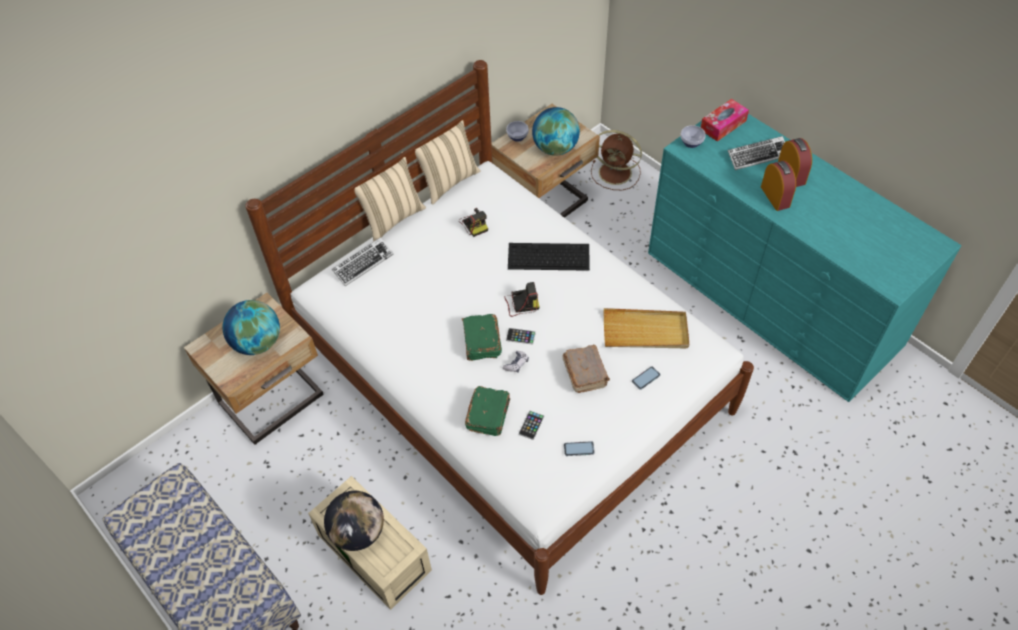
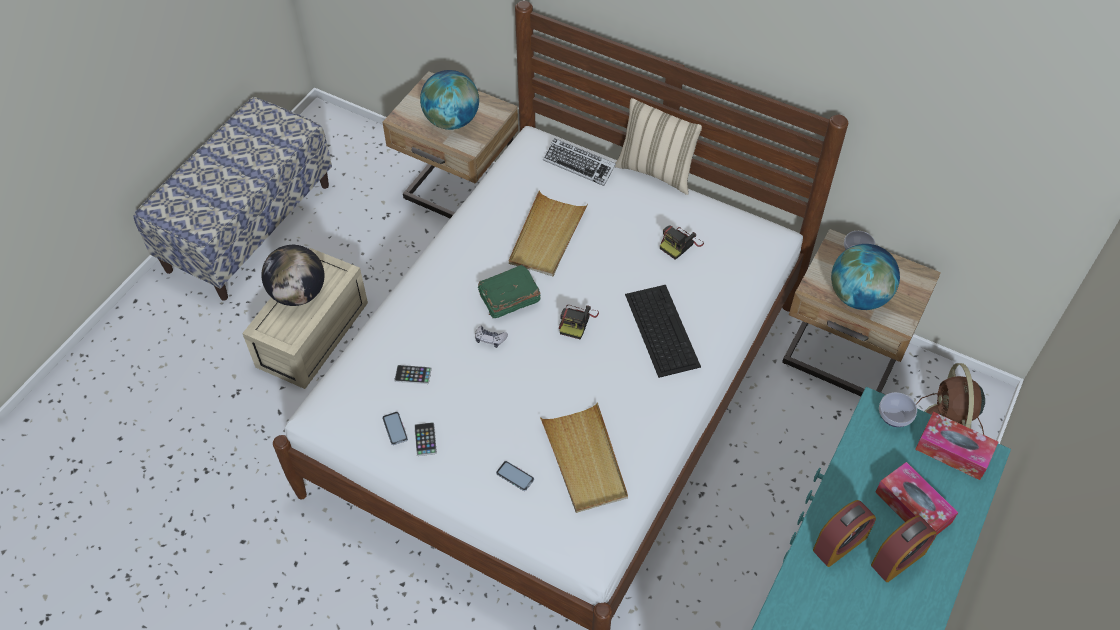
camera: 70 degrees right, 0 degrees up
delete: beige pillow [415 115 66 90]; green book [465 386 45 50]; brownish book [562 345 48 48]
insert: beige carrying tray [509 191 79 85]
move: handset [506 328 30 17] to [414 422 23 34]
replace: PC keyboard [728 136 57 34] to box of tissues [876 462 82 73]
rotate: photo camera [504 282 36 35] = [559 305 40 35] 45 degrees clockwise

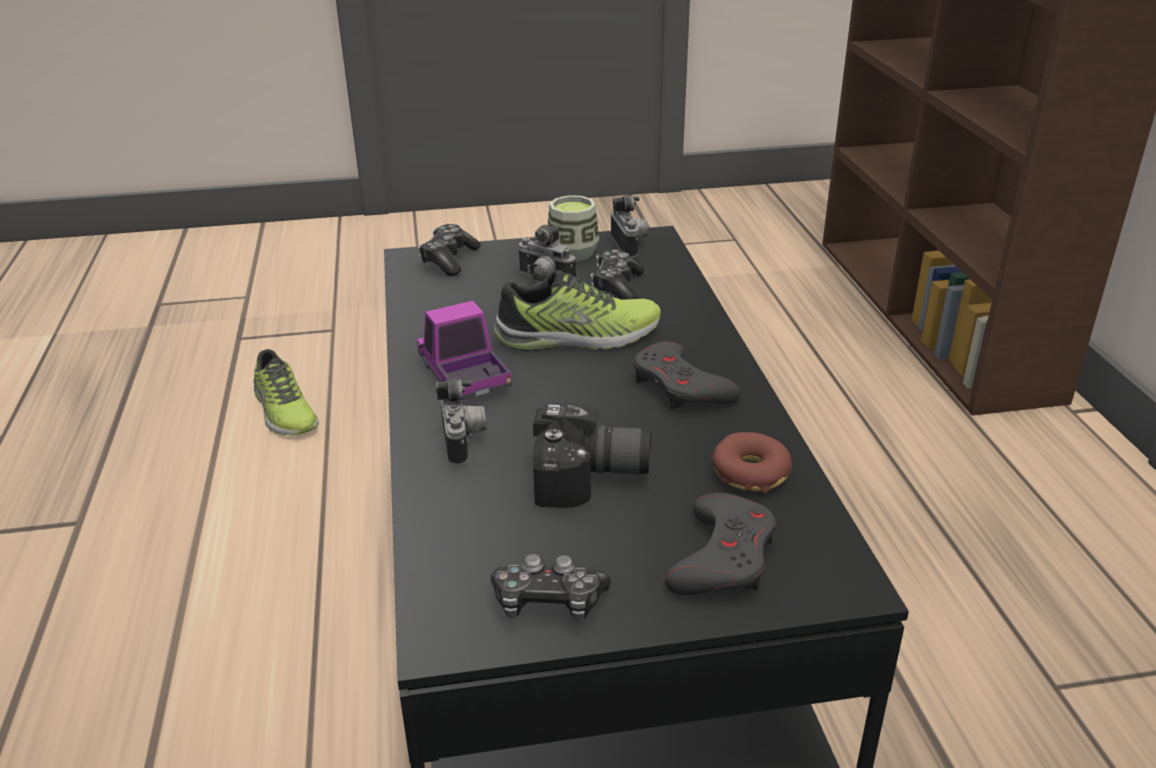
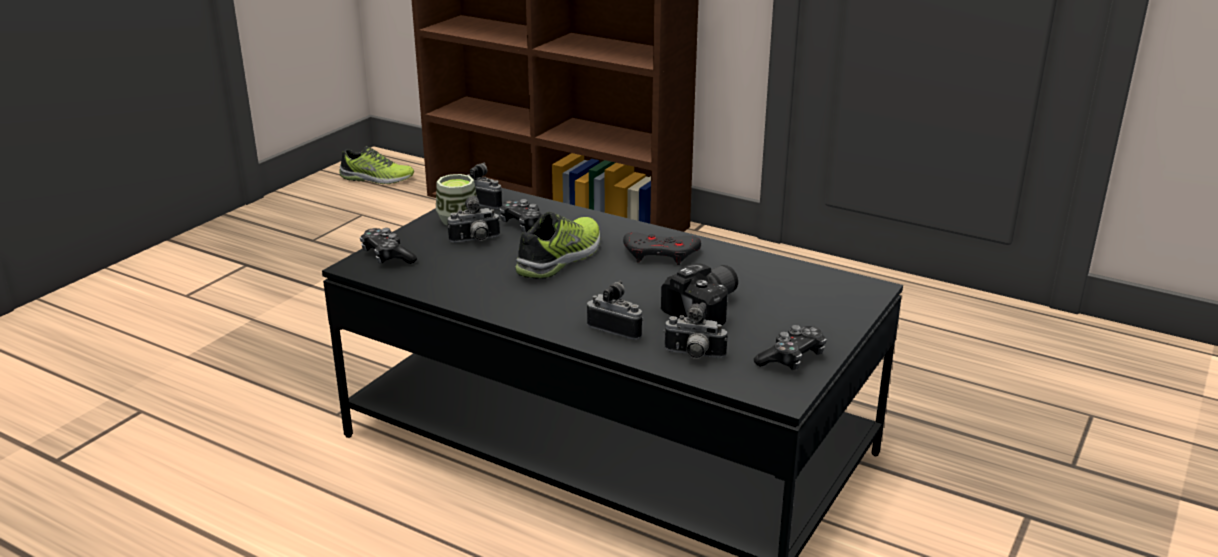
camera: 50 degrees left, 5 degrees down
delete: model truck [417 301 95 99]; greyish game controller [665 493 111 102]; ring doughnut [712 432 80 62]
insert: photo camera [663 303 64 56]
move: item of footwear [254 349 65 86] to [339 146 75 38]

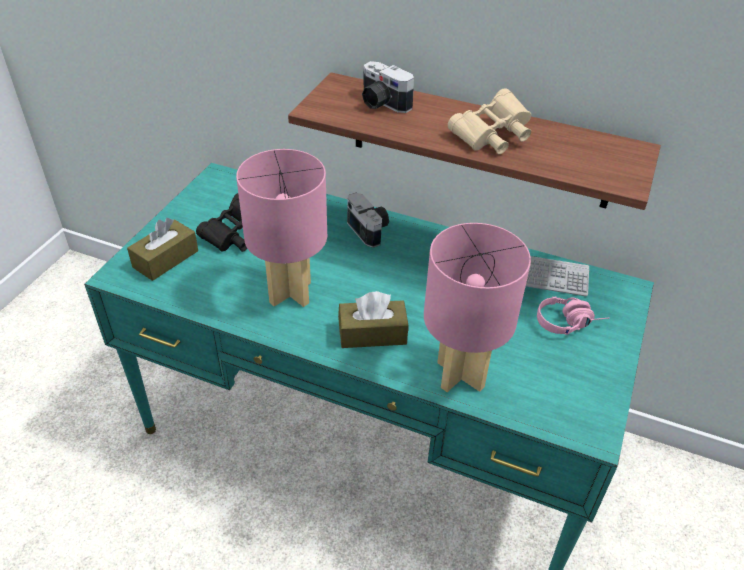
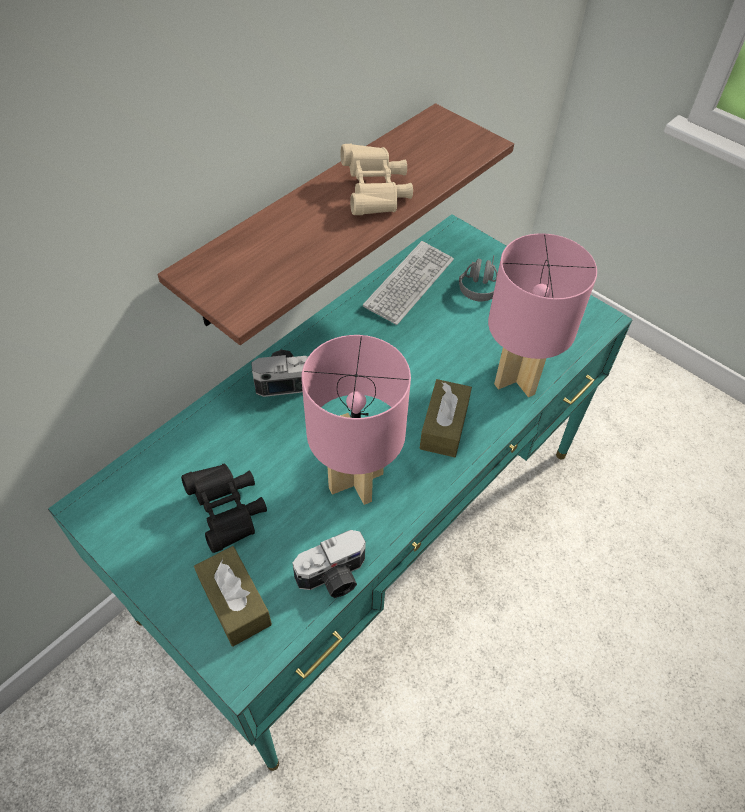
camera: 70 degrees left, 10 degrees up
move: photo camera [362 61 52 52] to [292 530 74 68]
recolor: pink-coloured pair of headphones [537 297 72 38] to greyish pair of headphones [459 255 39 46]

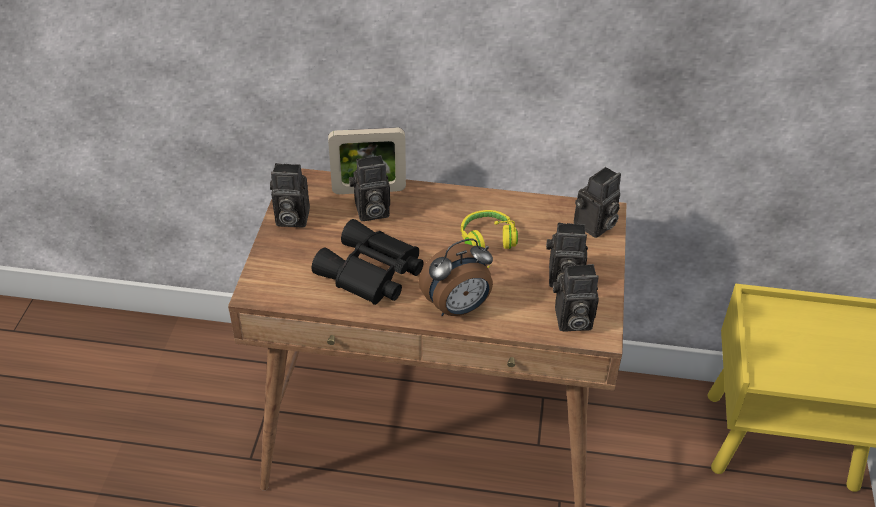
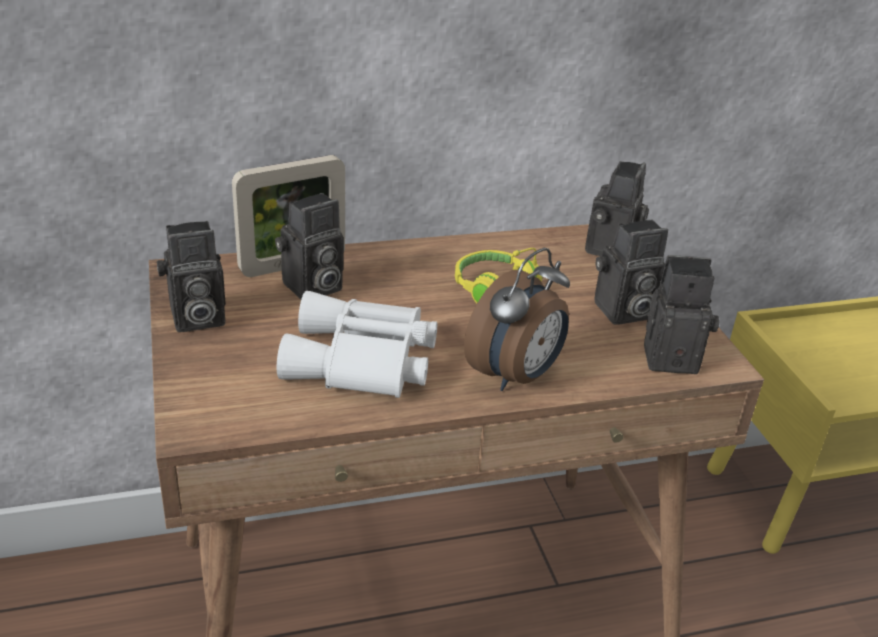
camera: 25 degrees left, 10 degrees down
recolor: black binoculars [312 219 112 86] to white-coloured binoculars [277 291 160 107]
rotate: photo camera [553 264 46 68] = [644 255 75 119] 150 degrees counterclockwise

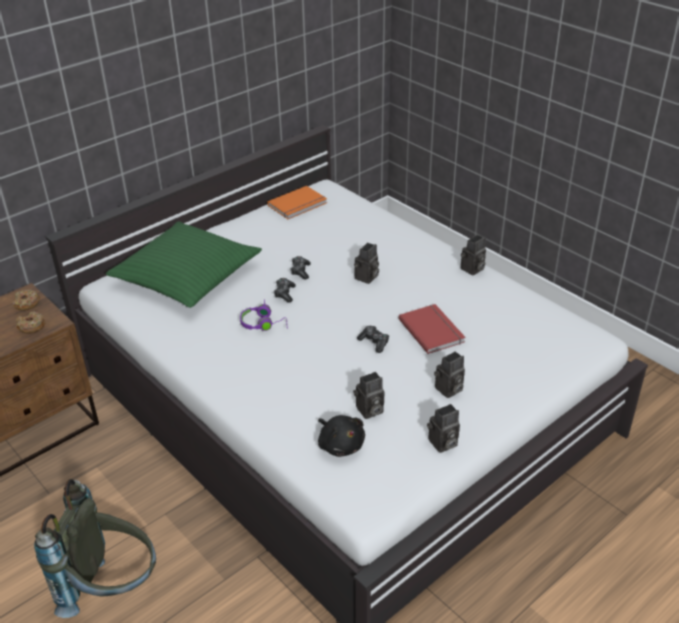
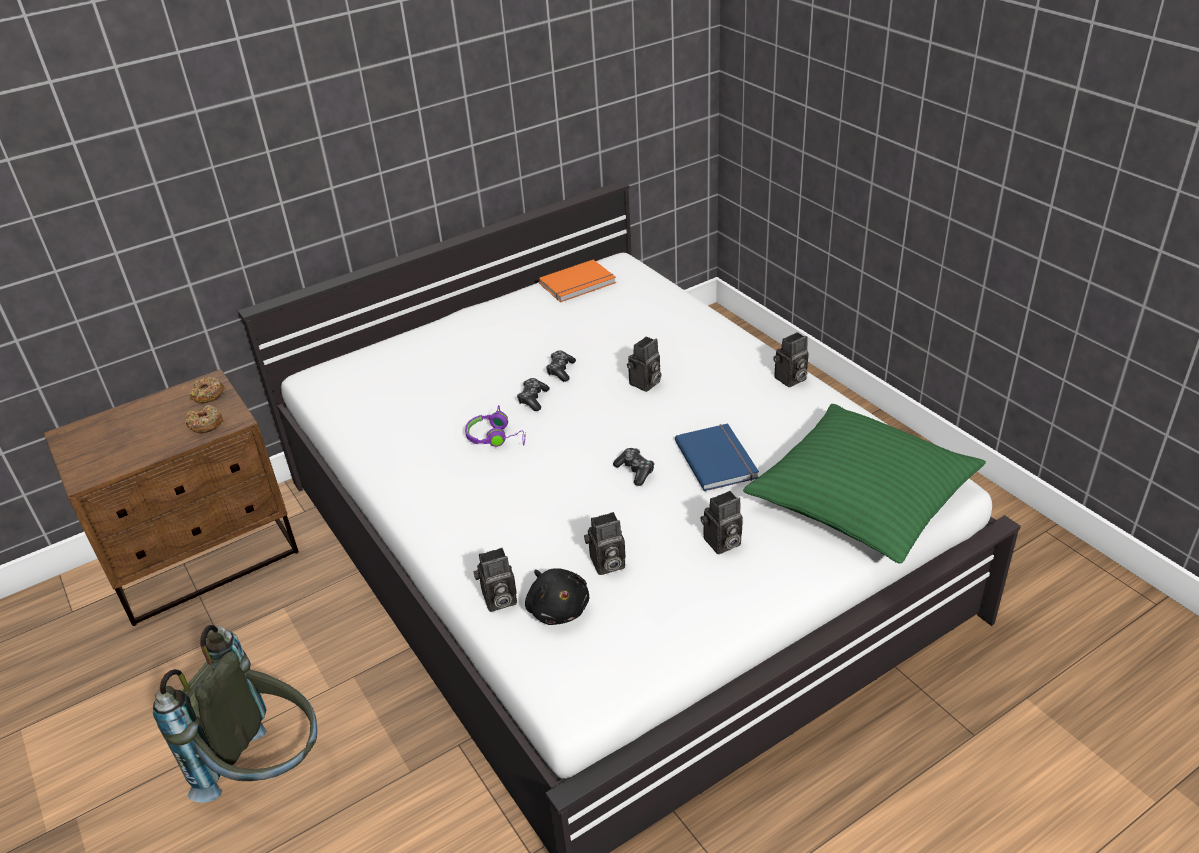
camera: 10 degrees right, 0 degrees up
move: green pillow [106 221 156 87] to [743 404 243 160]; photo camera [427 404 33 49] to [474 548 43 64]
recolor: red-coloured book [399 304 66 50] to blue book [675 423 84 68]

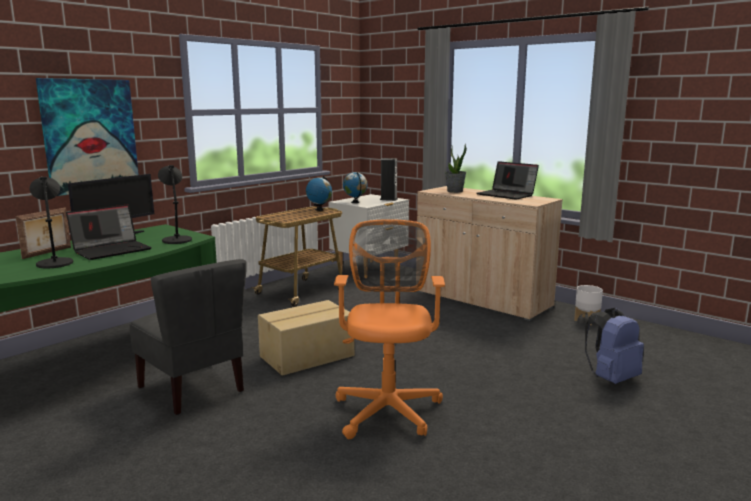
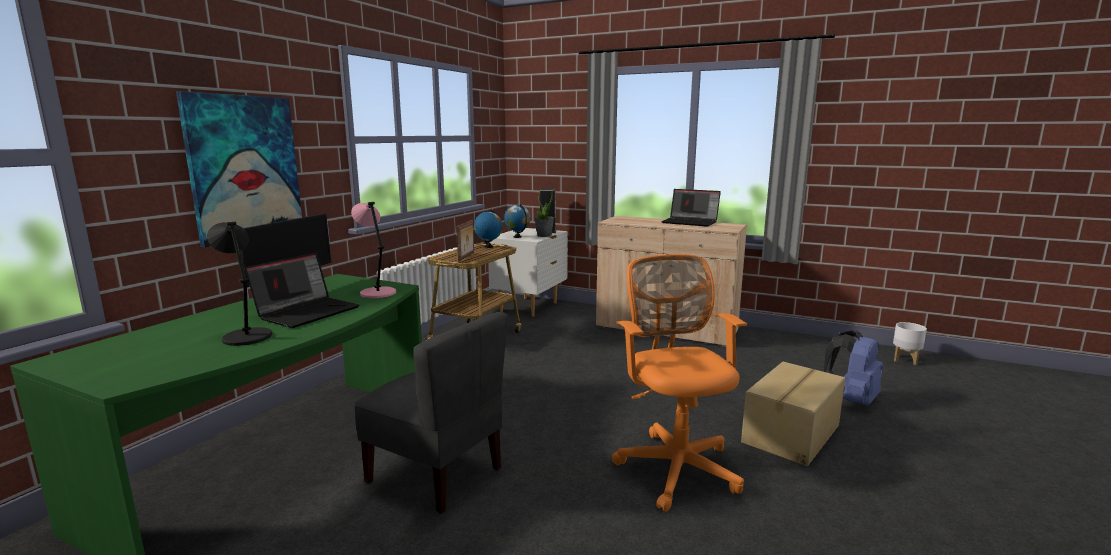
camera: 15 degrees left, 0 degrees up
move: photo frame [16 207 55 52] to [456 220 18 42]; packing box [258 300 97 76] to [741 362 104 104]; potted plant [445 144 22 49] to [534 191 20 46]; white-coloured flower pot [574 285 29 40] to [893 322 34 43]
recolor: black tabletop lamp [158 165 34 79] to pink-coloured tabletop lamp [351 202 45 96]

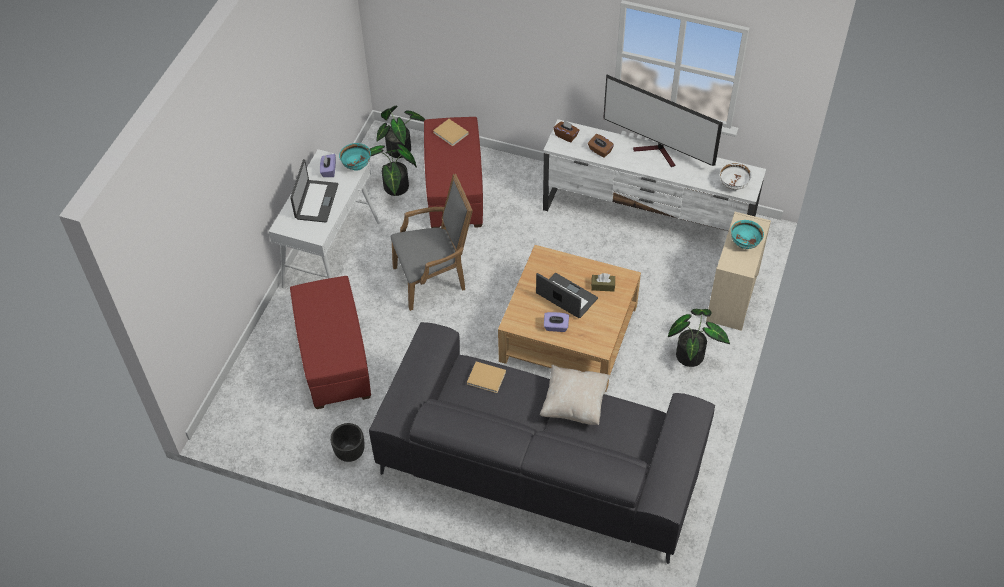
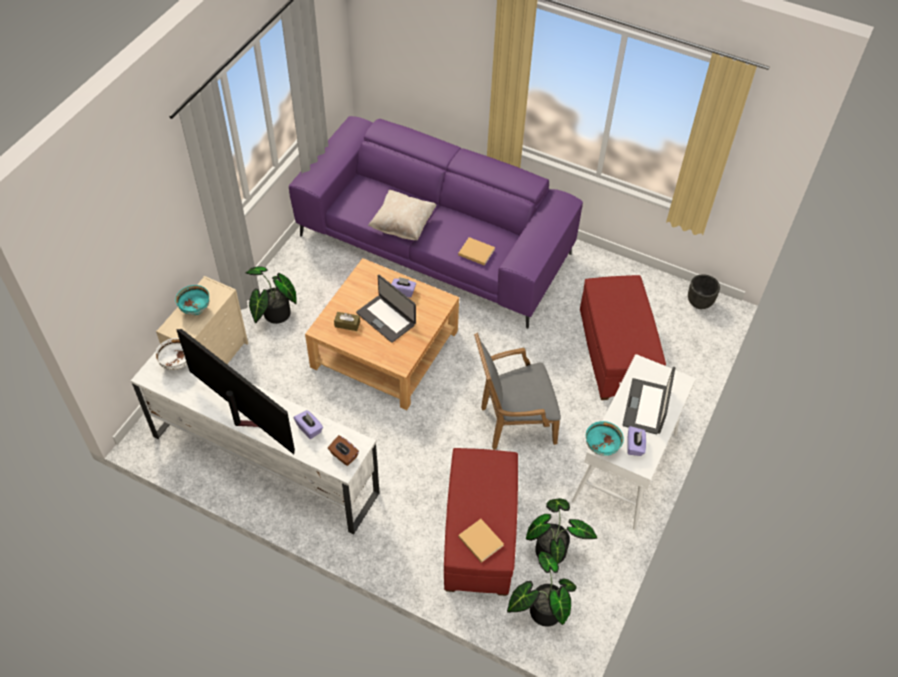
camera: 175 degrees left, 0 degrees up
move: black flower pot [330 423 35 39] to [688 274 32 35]
recolor: greyish sofa [369 322 346 242] to purple sofa [289 116 294 213]; brownish box of tissues [588 134 26 24] to purple box of tissues [294 410 29 29]

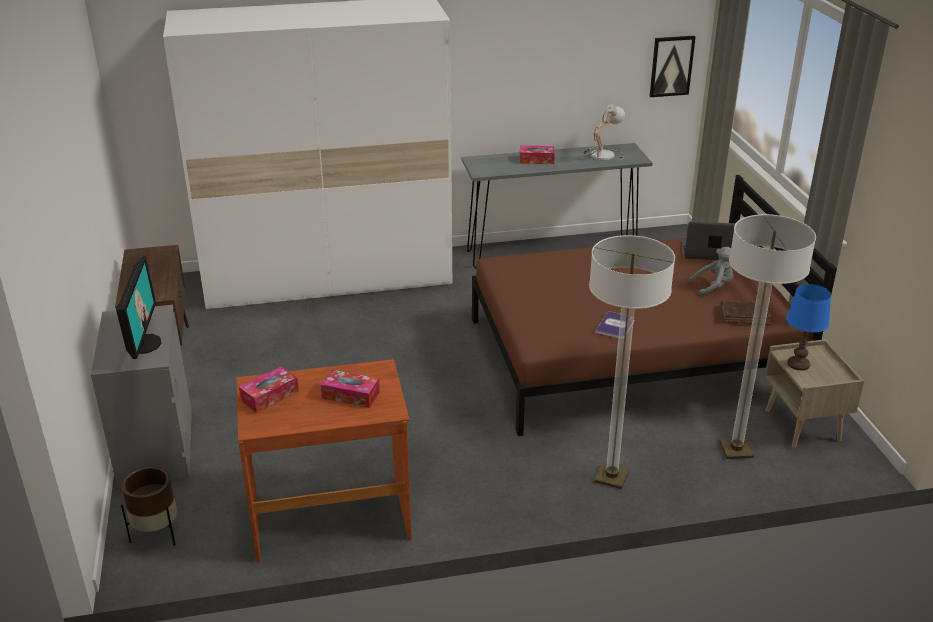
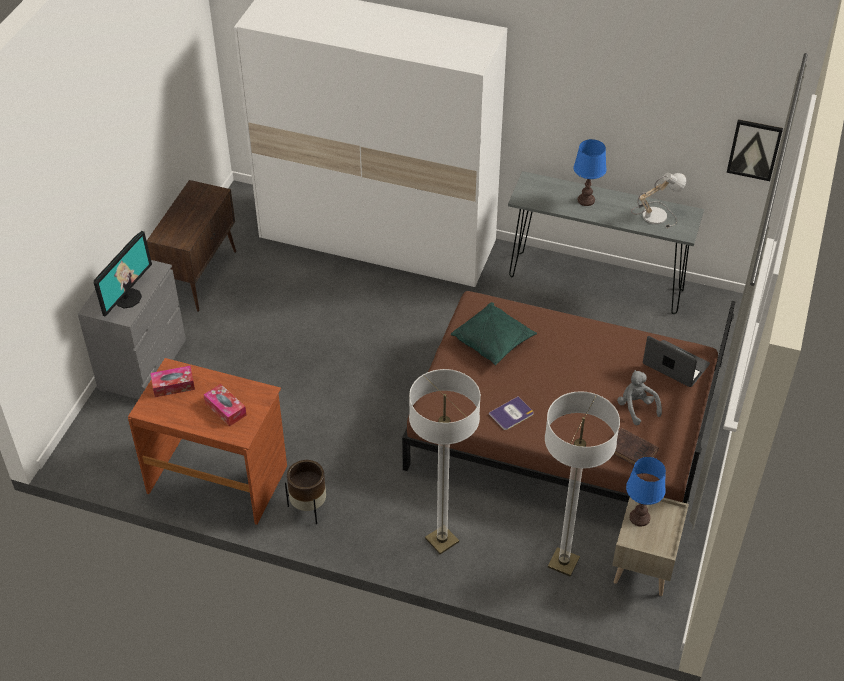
camera: 30 degrees right, 15 degrees up
insert: green pillow [451 302 86 63]
move: brownish flower pot [121 466 56 80] to [285 460 41 64]
replace: box of tissues [520 146 35 18] to blue tabletop lamp [574 139 33 67]
rotate: greyish soft toy [689 247 44 50] = [617 370 45 55] 135 degrees counterclockwise

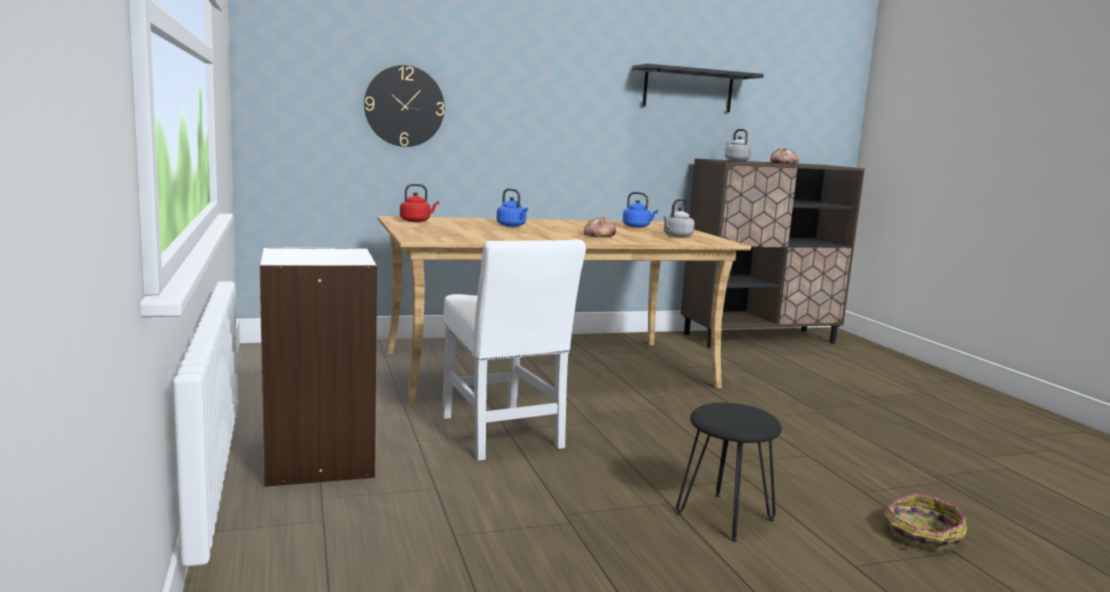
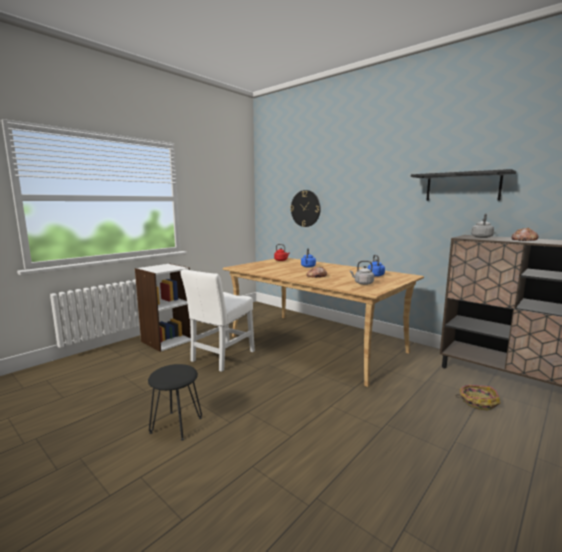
camera: 60 degrees right, 0 degrees up
move: household basket [884 493 83 59] to [455 385 46 25]

